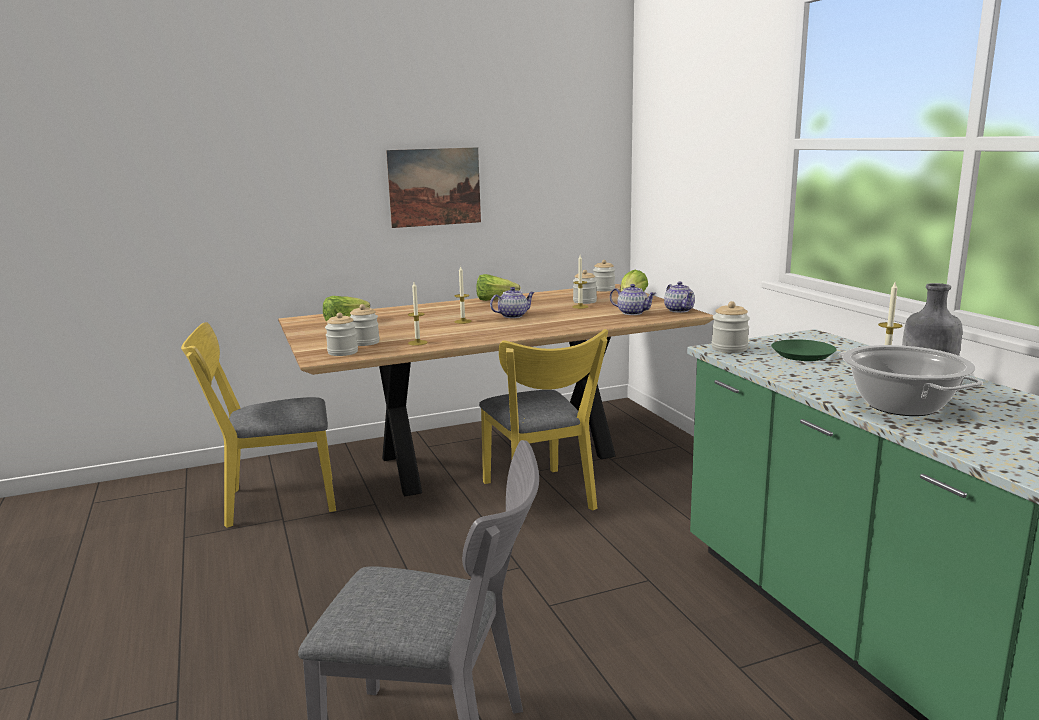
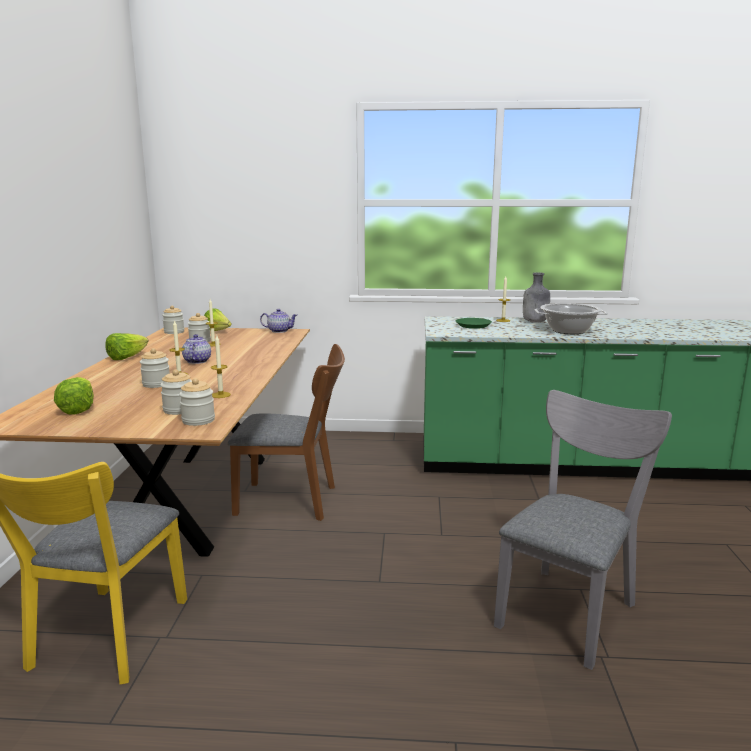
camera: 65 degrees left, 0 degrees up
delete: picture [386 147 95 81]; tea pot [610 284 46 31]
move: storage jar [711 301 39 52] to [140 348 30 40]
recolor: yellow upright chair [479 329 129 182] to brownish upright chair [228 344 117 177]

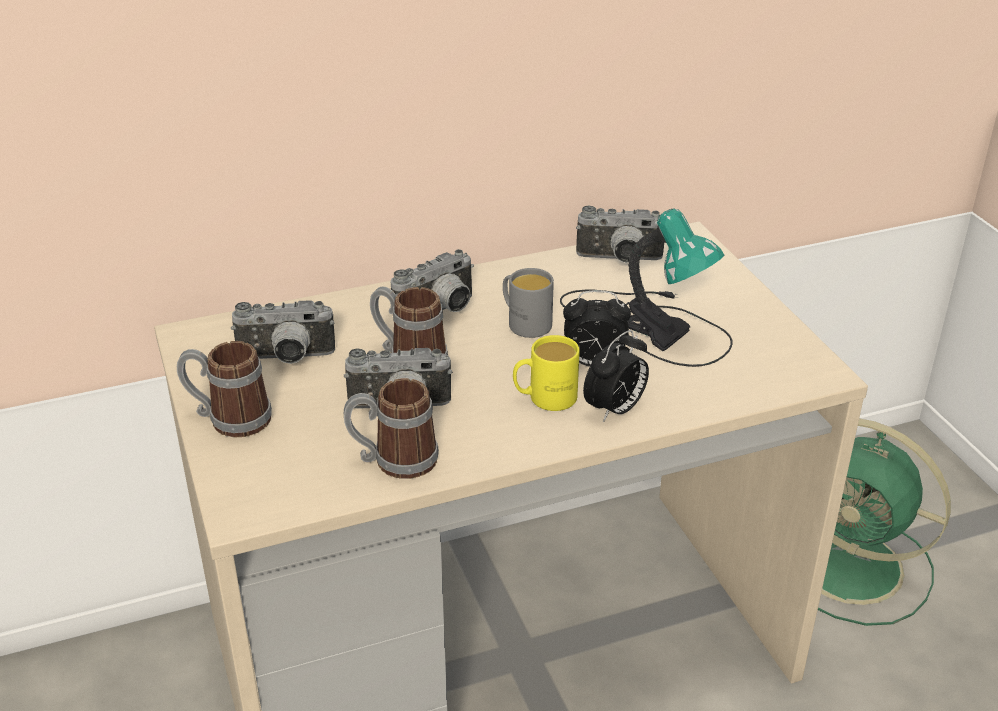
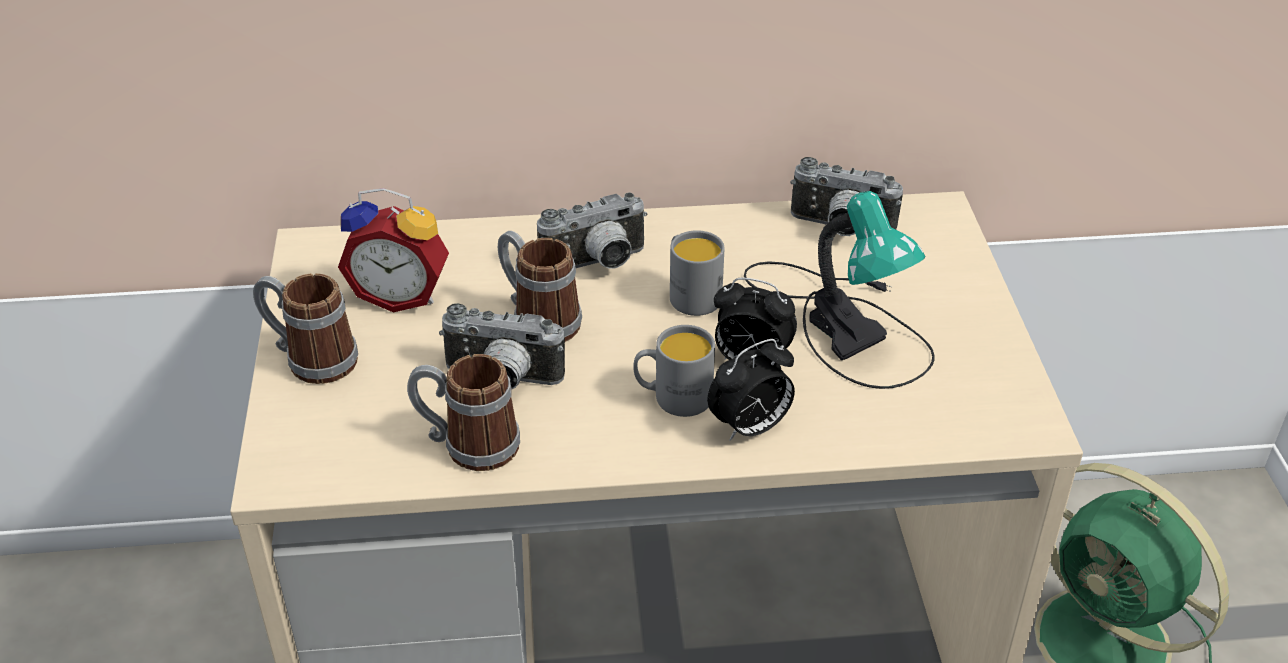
camera: 15 degrees right, 5 degrees up
replace: photo camera [231 300 104 64] to bedside clock [338 188 111 124]
recolor: yellow tea mug [513 335 67 76] to greyish tea mug [633 325 82 92]

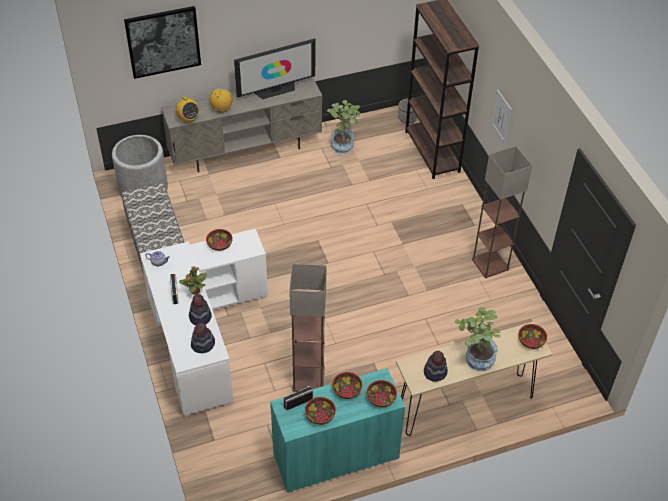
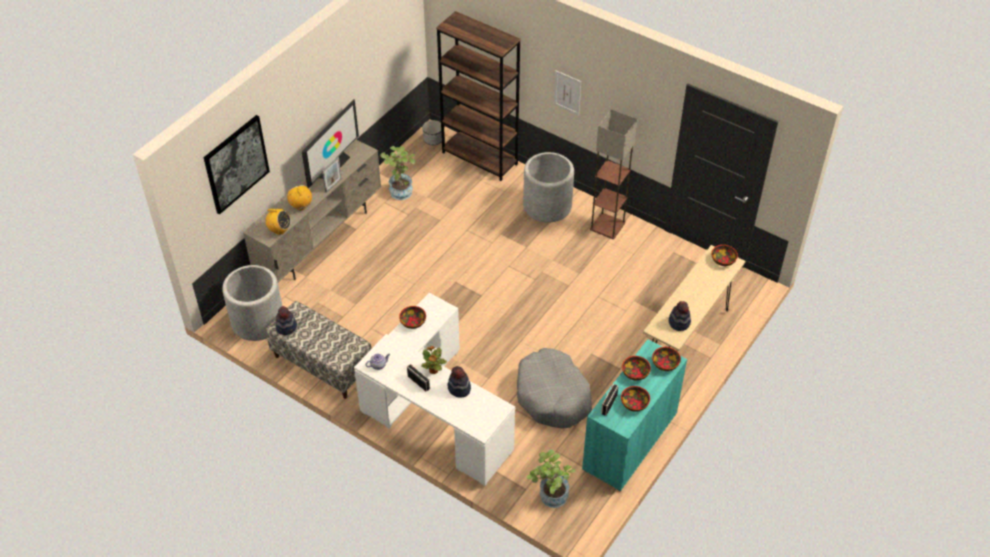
camera: 35 degrees left, 0 degrees up
insert: photo frame [322 157 20 36]; greyish flower pot [523 152 51 71]
move: hat [191 323 24 30] to [276 306 21 29]; potted plant [454 307 47 64] to [527 449 49 59]
replace: standing lamp [289 264 38 128] to greyish pet bed [517 348 75 81]

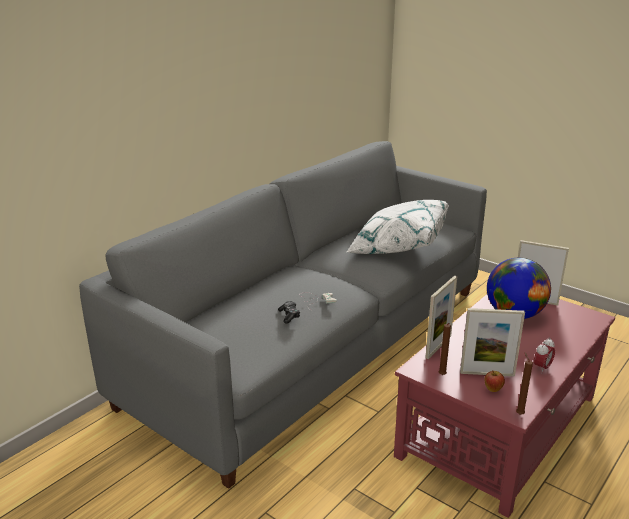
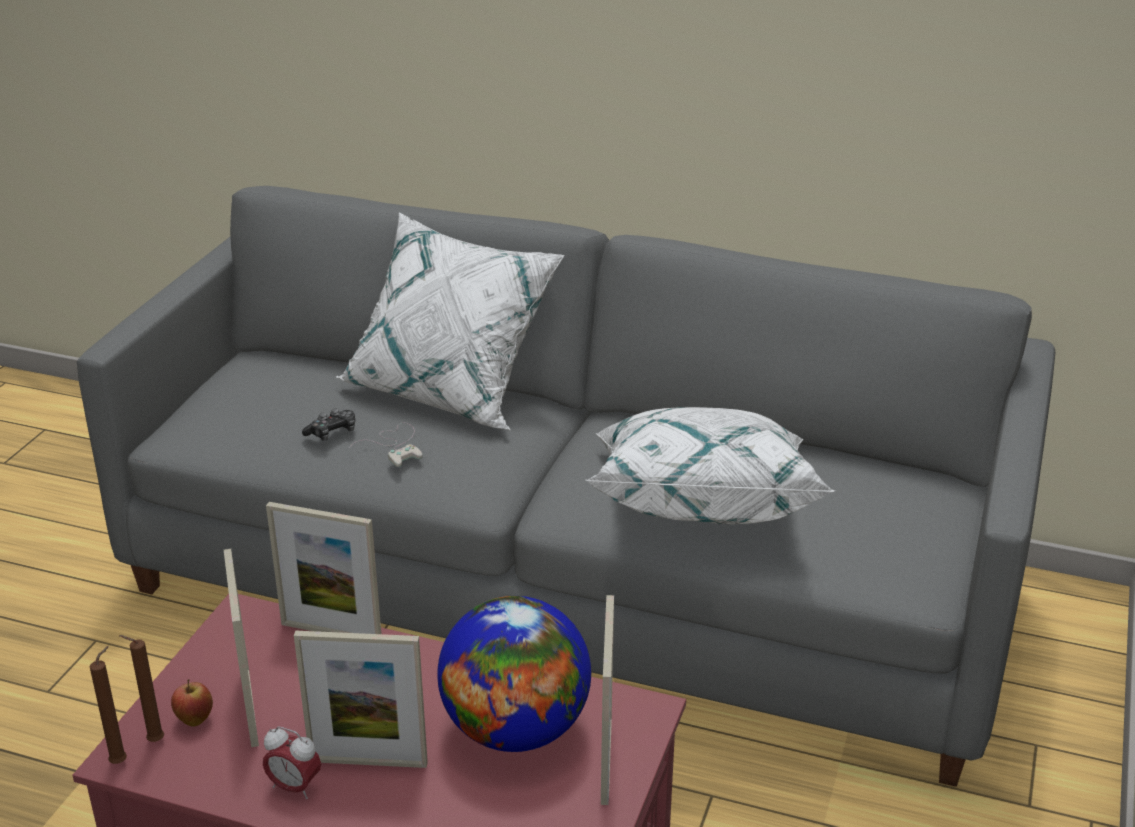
camera: 70 degrees right, 5 degrees up
insert: photo frame [294 631 134 137]; white-coloured pillow [336 213 229 218]
move: brownish candle [439 323 12 52] to [119 635 45 107]

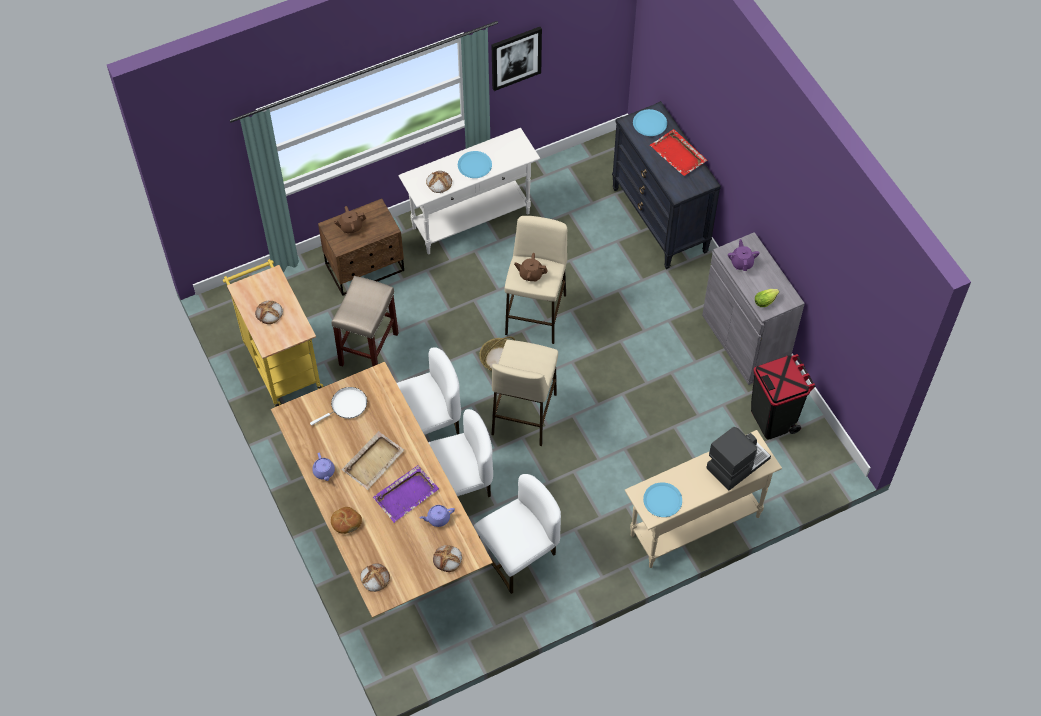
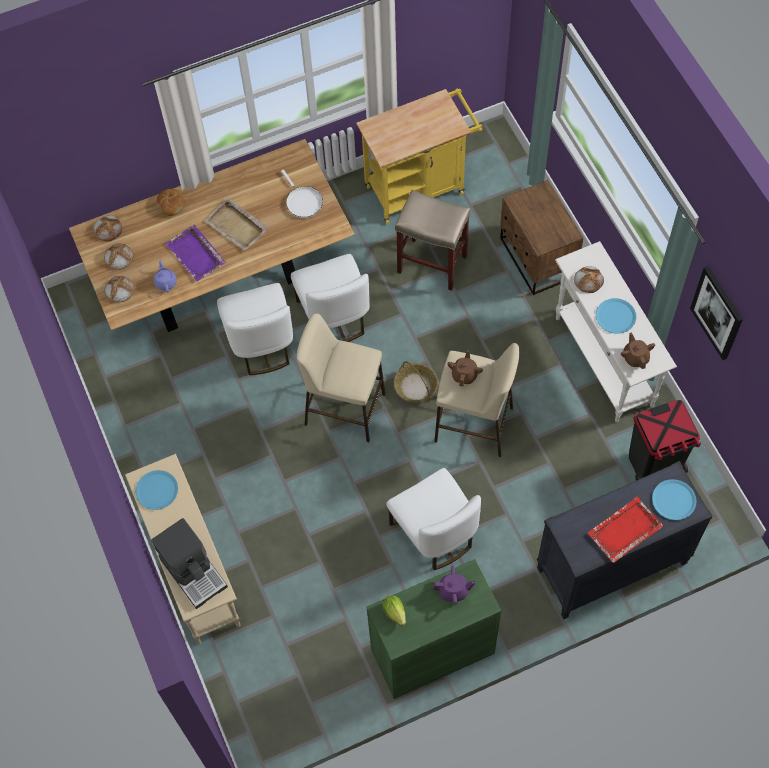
camera: 95 degrees right, 5 degrees up
delete: purple tea pot [312 453 23 28]
move: bread [255 301 28 23] to [104 243 29 27]; brownish tea pot [334 206 32 28] to [621 332 34 37]; white-coloured upright chair [474 474 87 120] to [387 468 94 102]; black waste bin [751 354 64 85] to [629 400 72 81]
recolor: greyish cabinet [702 232 103 153] to green cabinet [366 559 135 140]

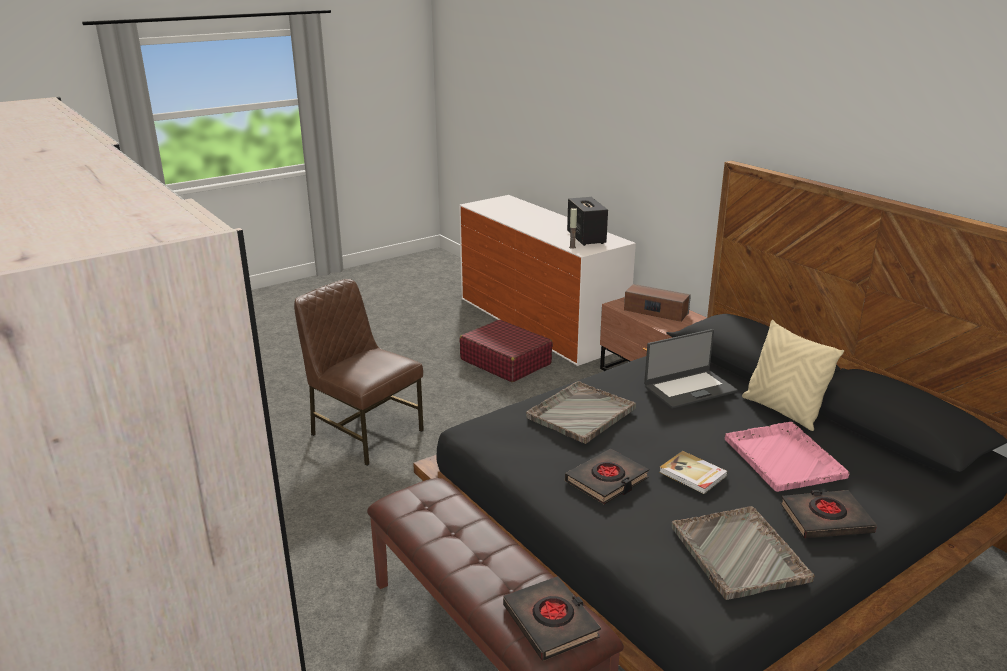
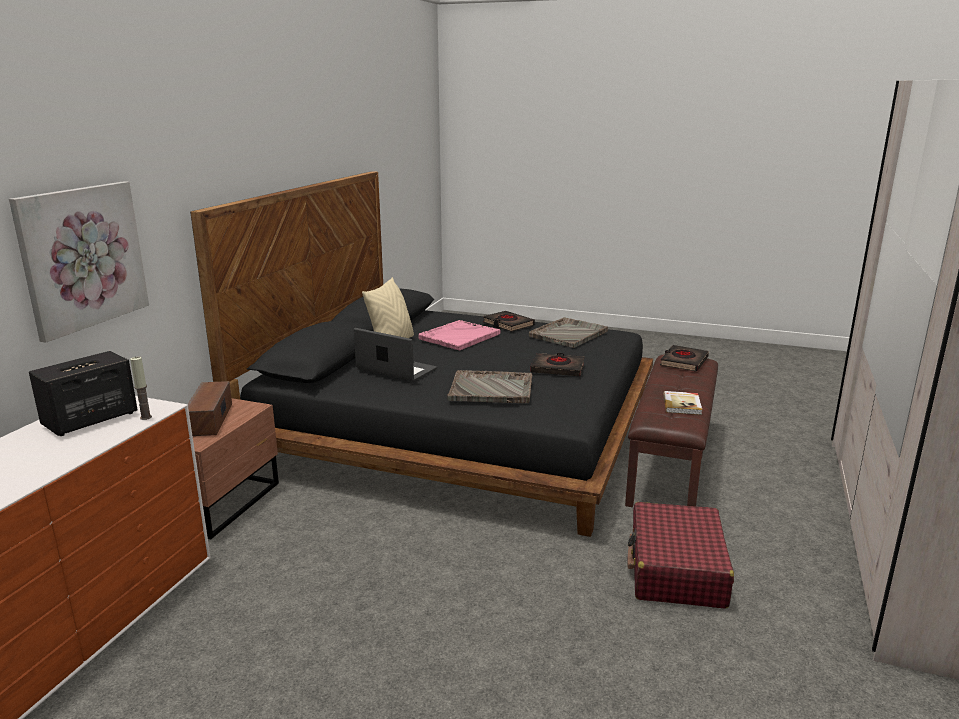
camera: 125 degrees left, 5 degrees down
delete: brownish upright chair [294 279 130 187]
insert: picture [9 181 140 162]
move: red-coloured piece of luggage [459 320 94 62] to [627 502 107 107]; book [659 451 69 43] to [663 391 39 24]

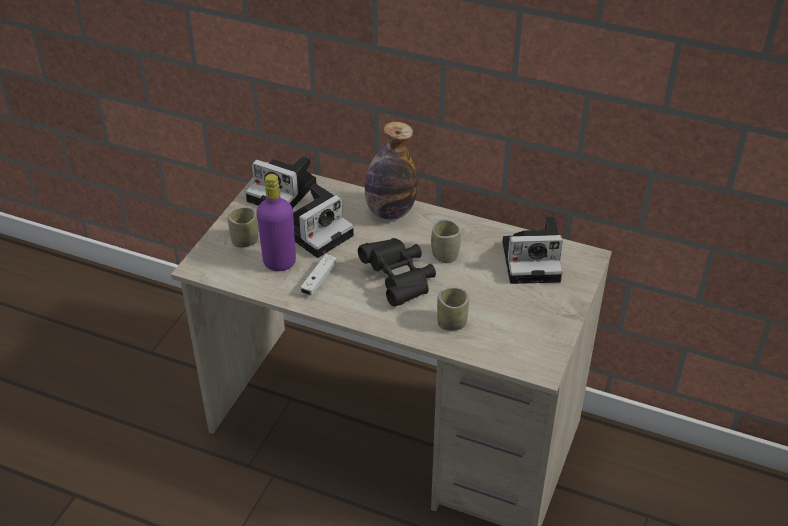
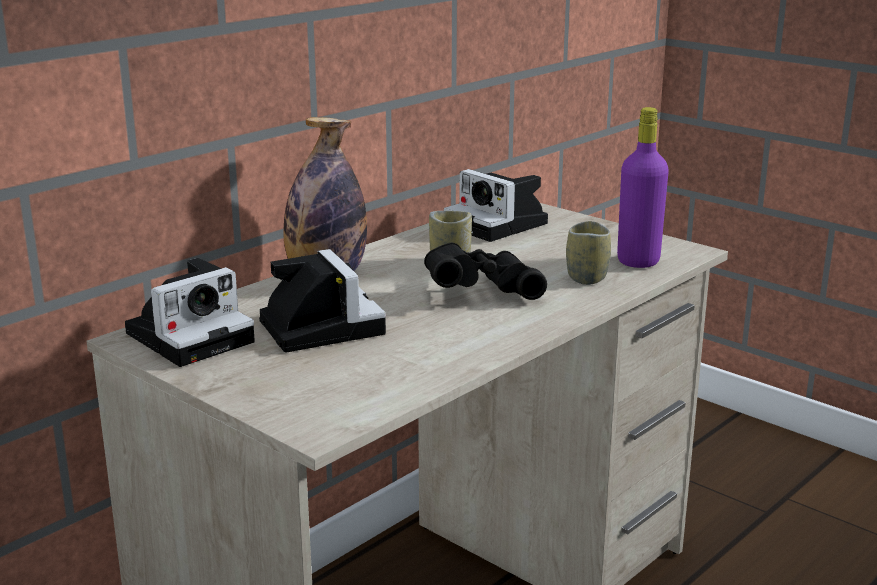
camera: 70 degrees left, 20 degrees down
delete: drinking cup [227 207 31 41]; white-coloured game controller [300 254 37 42]
move: purple beverage bottle [256 174 40 97] to [617 107 52 161]
rotate: photo camera [503 217 60 67] = [444 169 104 73] 120 degrees clockwise

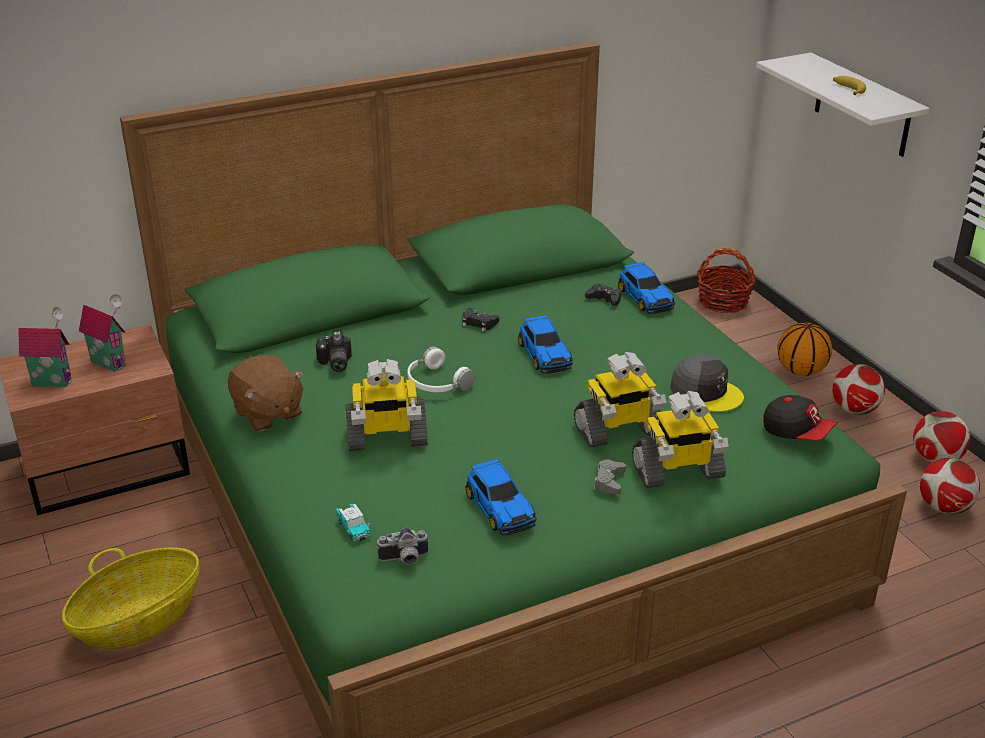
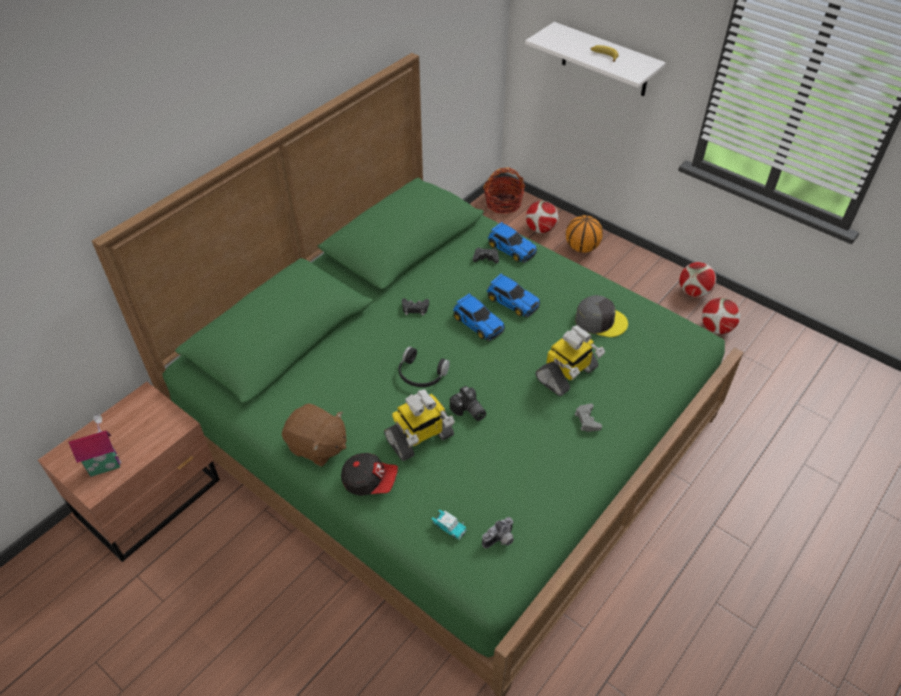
camera: 25 degrees left, 15 degrees up
delete: household basket [62 548 138 102]; toy house [79 294 47 78]; robot figure [632 391 97 97]
move: photo camera [316 331 36 41] to [450 386 36 35]; miniature car [465 459 72 76] to [487 273 53 45]; baseball cap [763 395 74 46] to [341 453 57 43]; football ball [832 364 53 51] to [526 200 33 34]
recolor: white-coloured pair of headphones [407 346 68 46] to black pair of headphones [398 346 52 41]

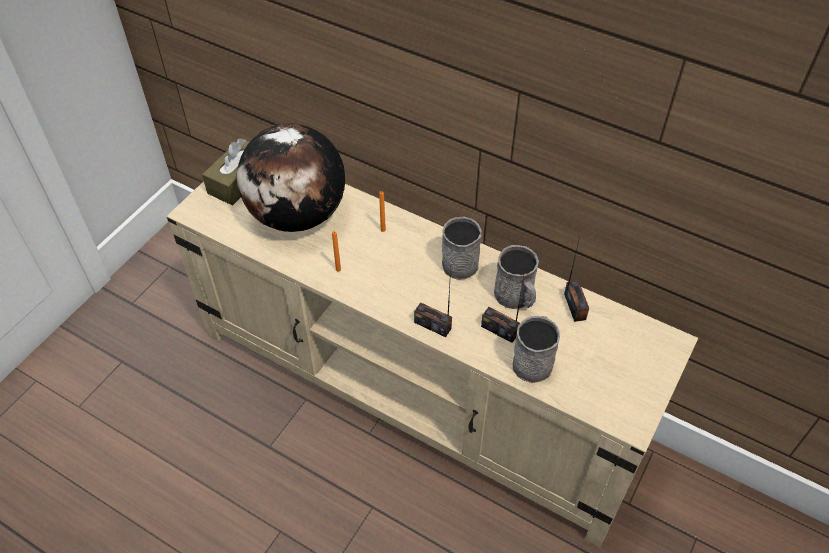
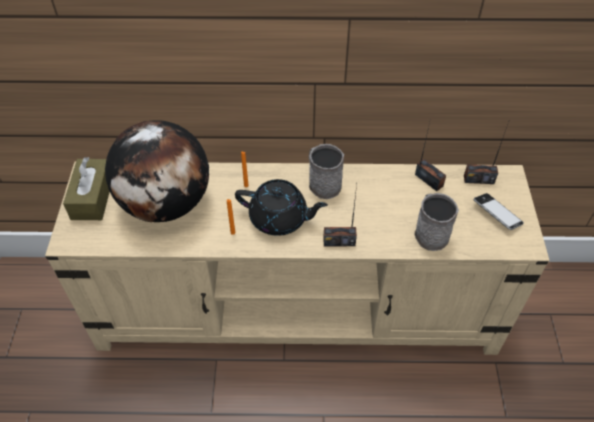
camera: 30 degrees left, 0 degrees up
delete: greyish tea mug [494 245 45 64]
insert: black tea pot [235 179 93 57]; handset [474 193 50 37]
move: radio [481 276 43 67] to [464 119 46 65]

